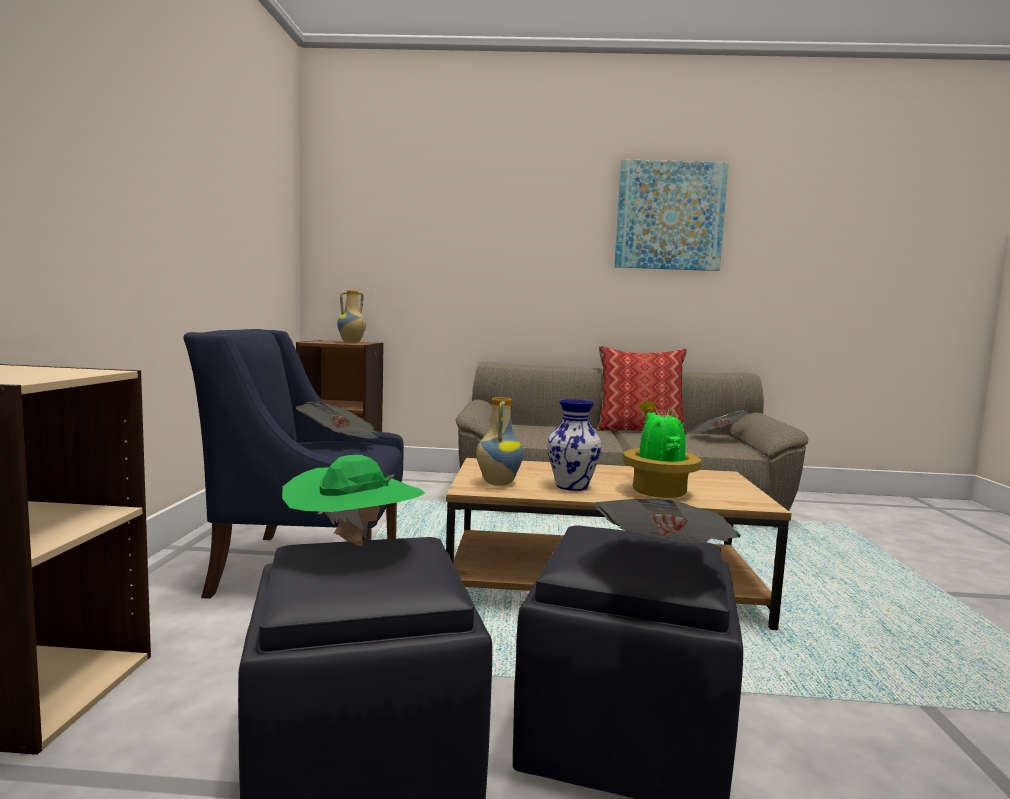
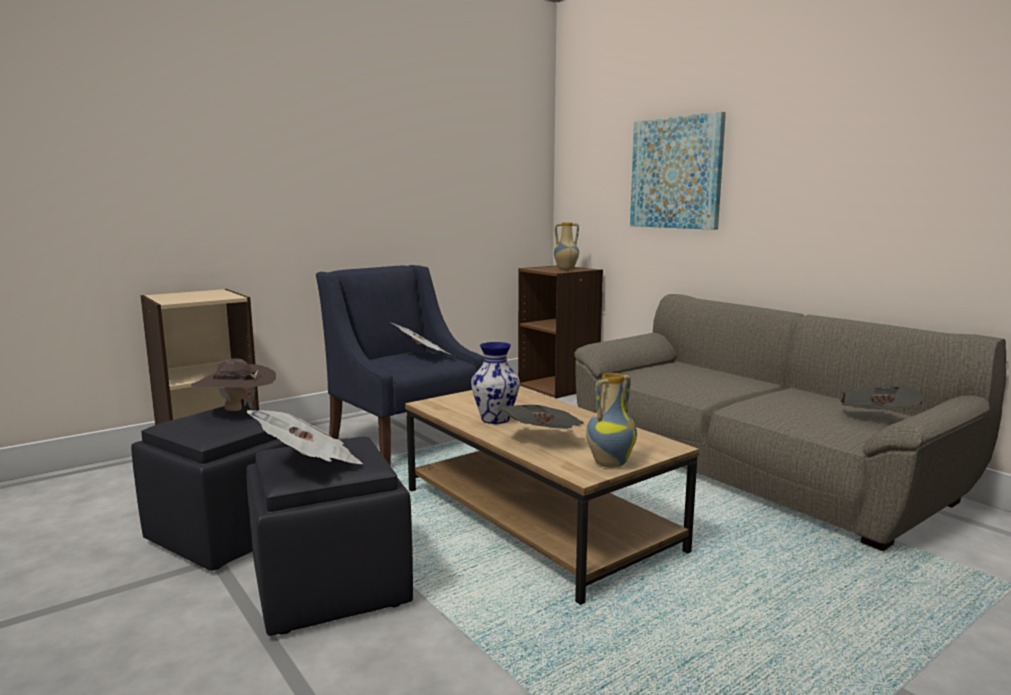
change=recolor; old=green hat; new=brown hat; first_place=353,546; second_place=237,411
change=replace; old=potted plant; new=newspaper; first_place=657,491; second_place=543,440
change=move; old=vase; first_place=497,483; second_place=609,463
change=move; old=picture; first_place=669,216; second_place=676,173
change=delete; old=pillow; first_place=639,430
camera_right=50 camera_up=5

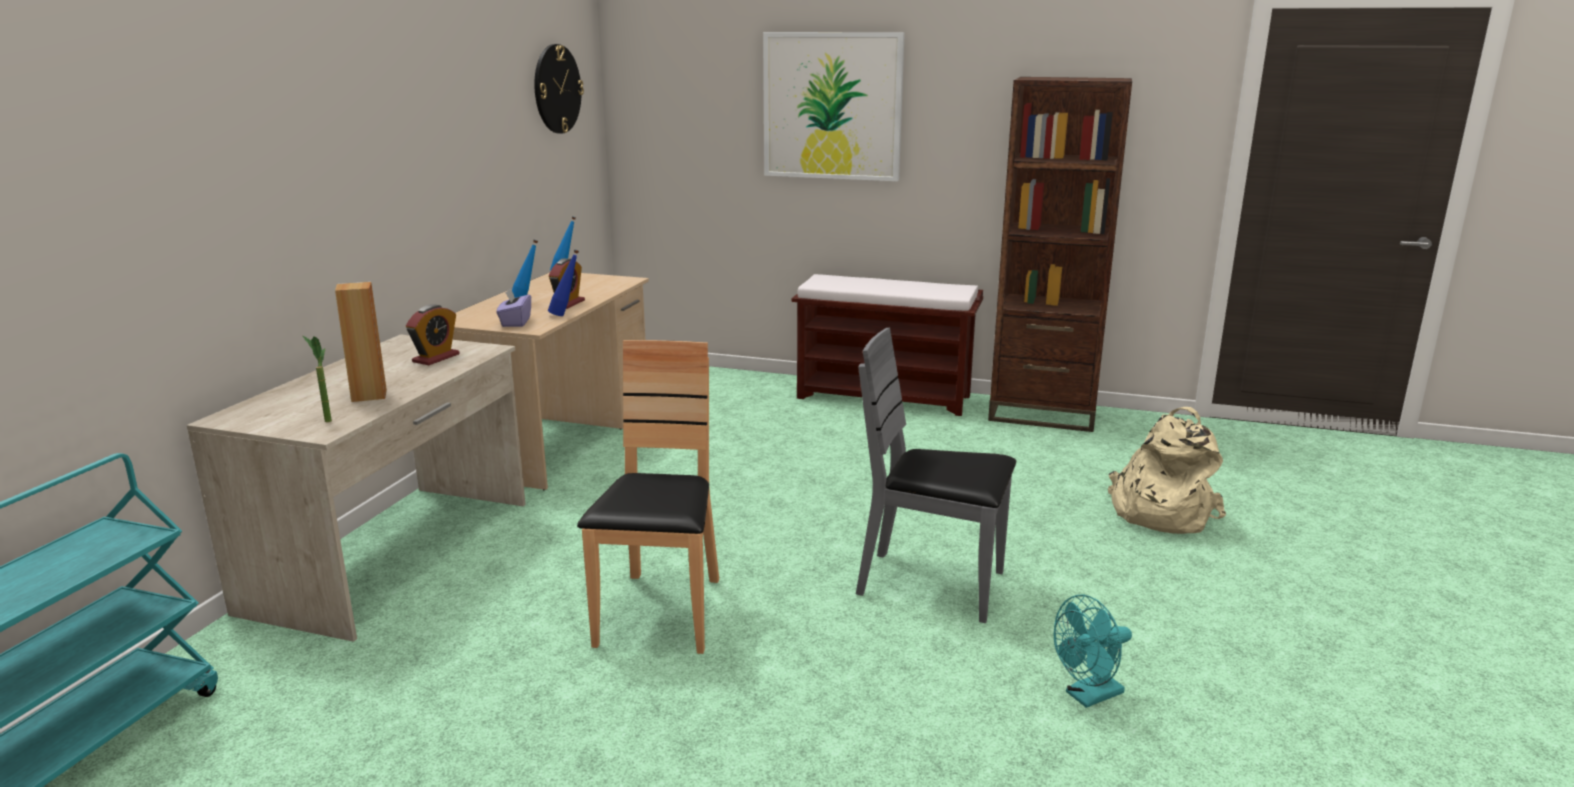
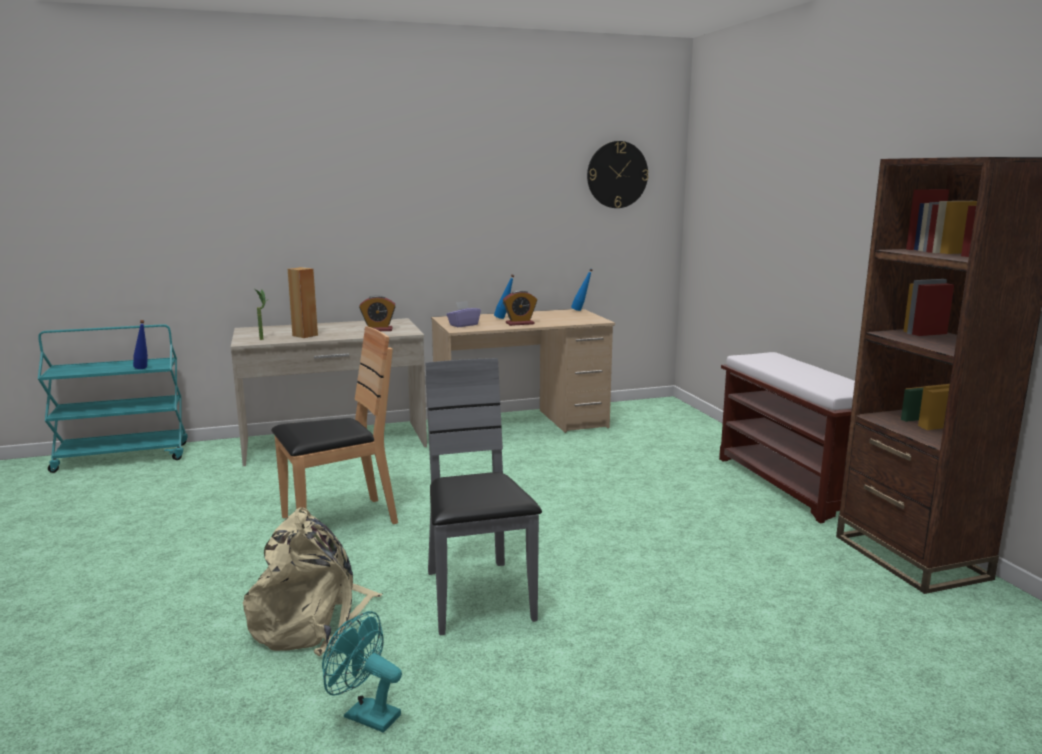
change=move; old=blue bottle; first_place=565,315; second_place=143,369
change=move; old=beige backpack; first_place=1159,512; second_place=312,621
change=delete; old=picture; first_place=832,106
camera_right=55 camera_up=-5

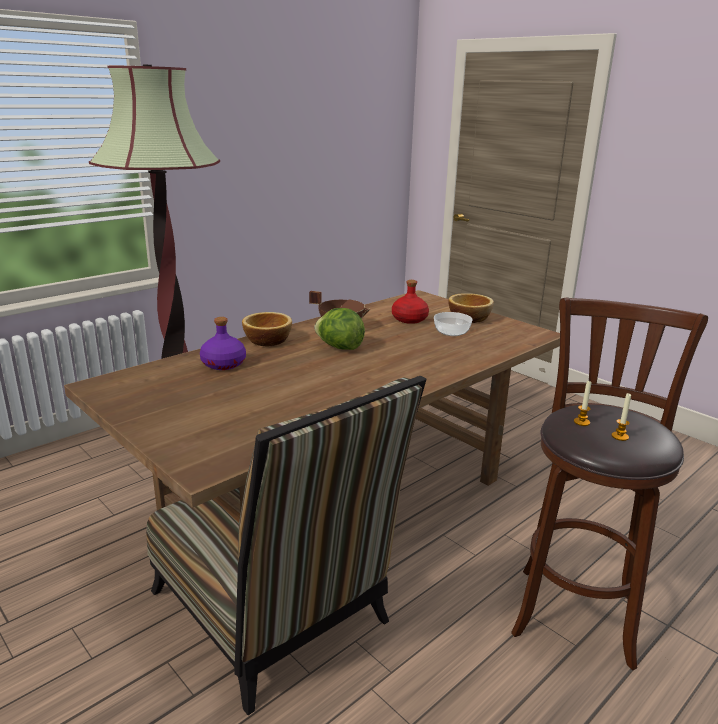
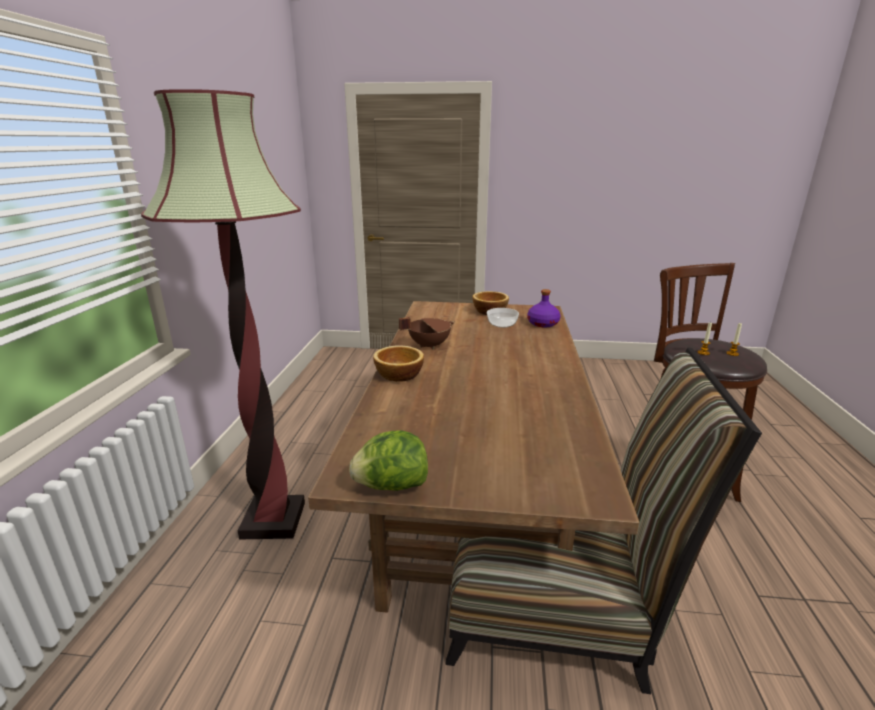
change=move; old=lettuce; first_place=339,347; second_place=391,486
change=move; old=purple bottle; first_place=224,364; second_place=543,323
change=delete; old=red bottle; first_place=410,319
camera_right=-40 camera_up=0

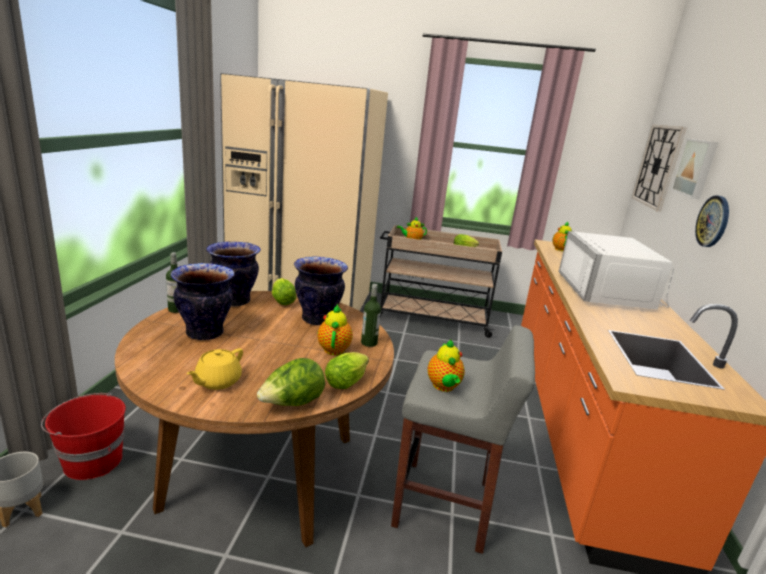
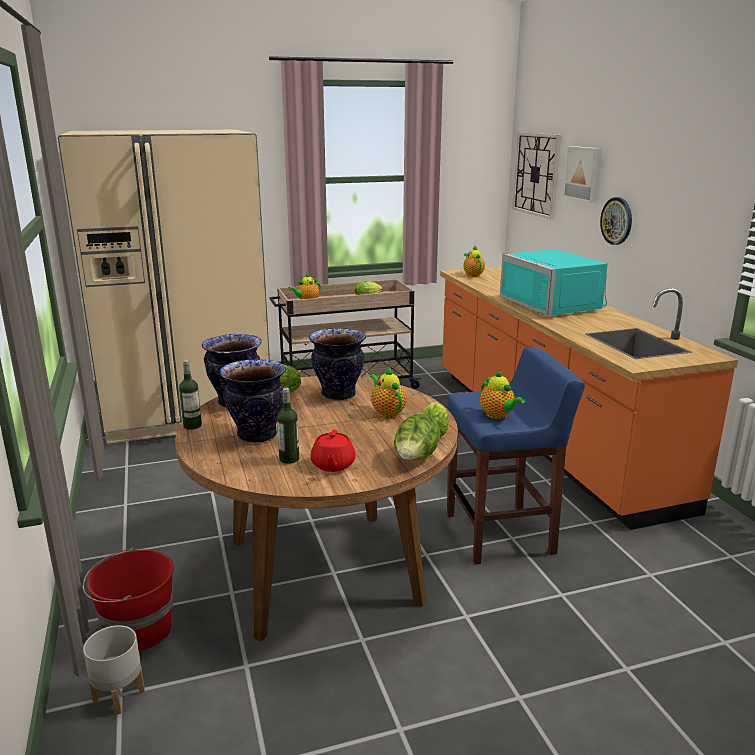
change=move; old=bottle; first_place=369,343; second_place=289,459
change=recolor; old=yellow teapot; new=red teapot; first_place=217,381; second_place=332,465
change=recolor; old=grey stool; new=blue stool; first_place=445,505; second_place=501,534
change=recolor; old=white microwave; new=turquoise microwave; first_place=610,293; second_place=555,304
camera_right=-25 camera_up=0

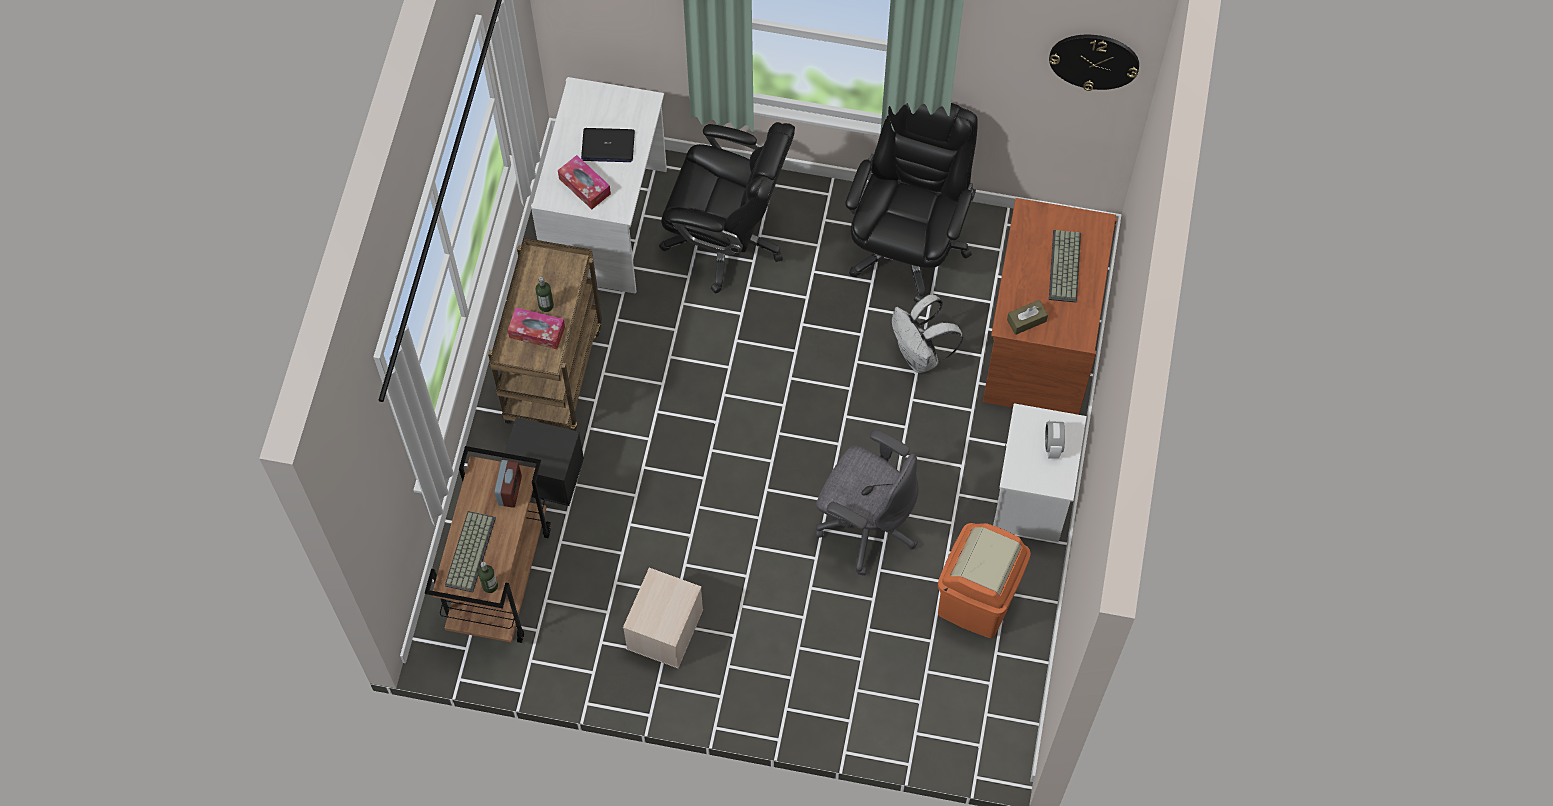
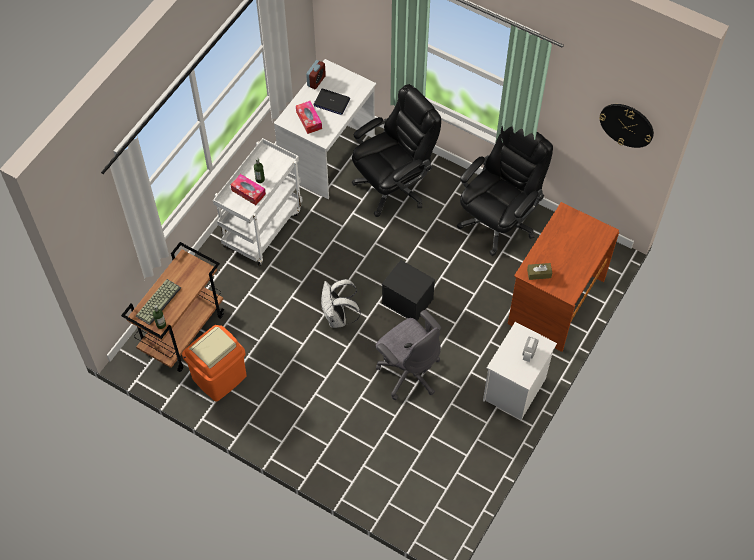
change=move; old=orange trash can; first_place=978,600; second_place=219,377
change=recolor; old=brown cart; new=white cart; first_place=552,371; second_place=262,227
change=move; old=alarm clock; first_place=510,490; second_place=316,81
change=move; old=white backpack; first_place=920,355; second_place=338,317
change=rotate; old=black office chair; first_place=727,238; second_place=393,185; degrees=-75
change=move; old=black storage box; first_place=546,474; second_place=408,301
change=delete; old=beige storage box; first_place=665,630
change=delete; old=keyboard; first_place=1066,267
camera_right=20 camera_up=-5

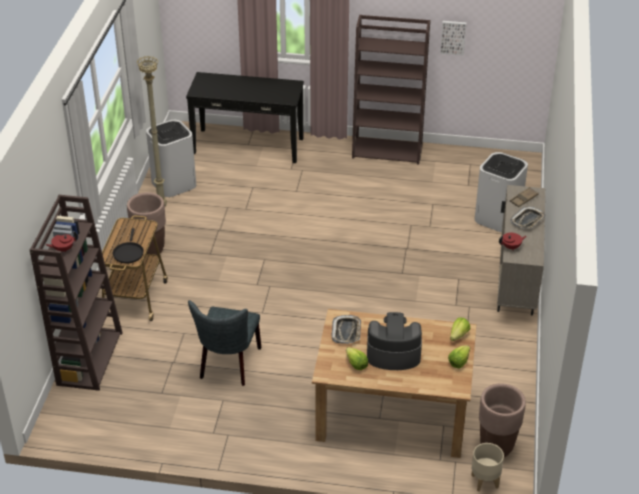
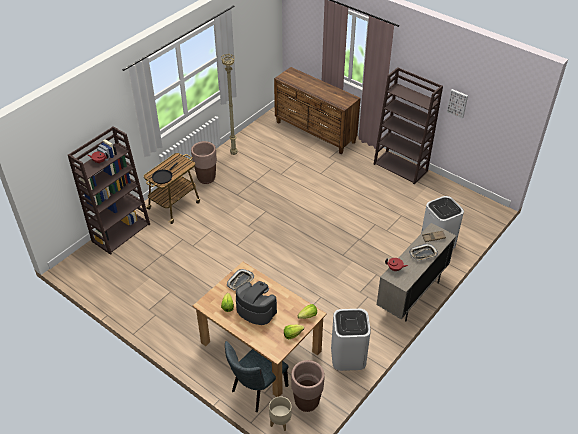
change=move; old=grey chair; first_place=228,366; second_place=256,390
change=replace; old=black console table; new=brown dresser; first_place=248,145; second_place=315,133
change=move; old=white trash can; first_place=174,184; second_place=348,356
camera_right=30 camera_up=5

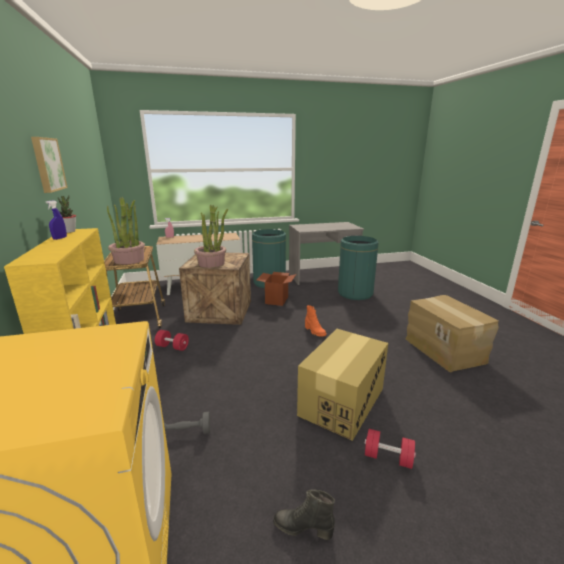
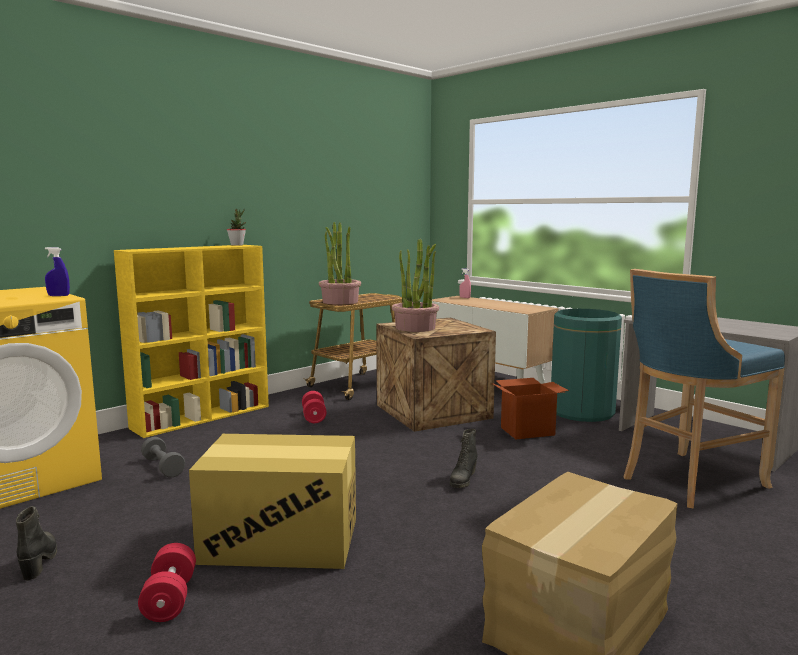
change=move; old=blue spray bottle; first_place=60,238; second_place=58,296
change=recolor; old=orange boot; new=black boot; first_place=314,332; second_place=463,480
change=replace; old=green trash can; new=blue stool; first_place=355,293; second_place=687,481
change=delete; old=picture; first_place=47,164
camera_right=60 camera_up=-10

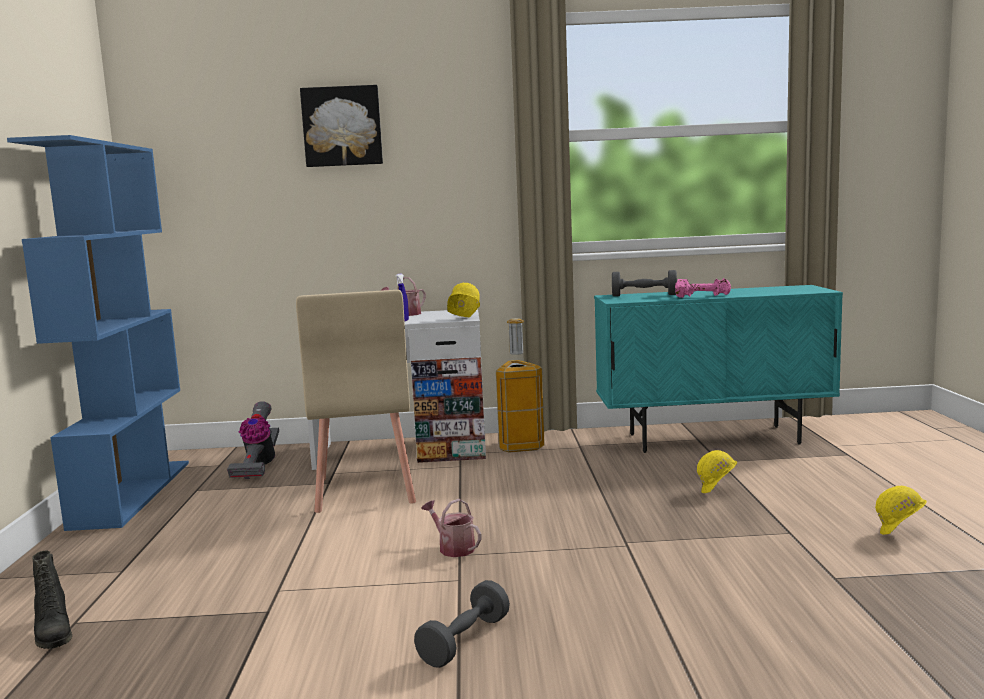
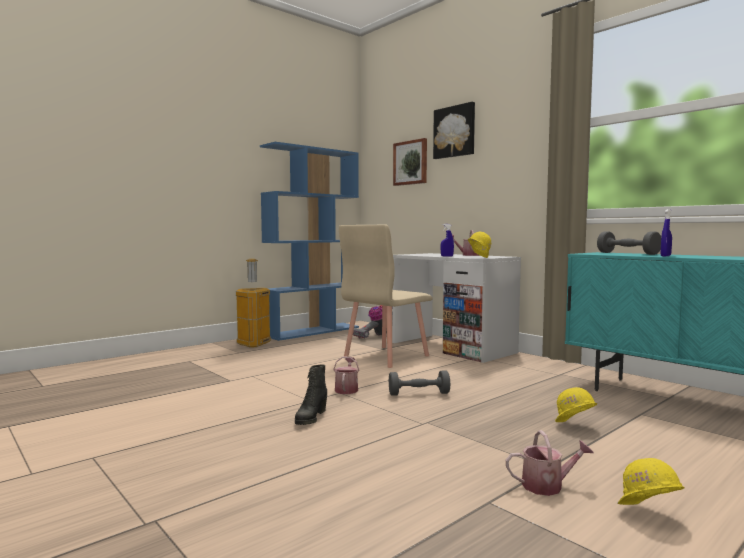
change=move; old=trash can; first_place=520,446; second_place=254,344
change=move; old=black boot; first_place=52,634; second_place=310,418
change=move; old=grey dumbbell; first_place=464,641; second_place=418,394
change=insert; new=picture; second_place=411,162
change=insert; new=watering can; second_place=547,485
change=replace; old=pink dumbbell; new=blue spray bottle; first_place=702,296; second_place=665,256
camera_right=50 camera_up=-5

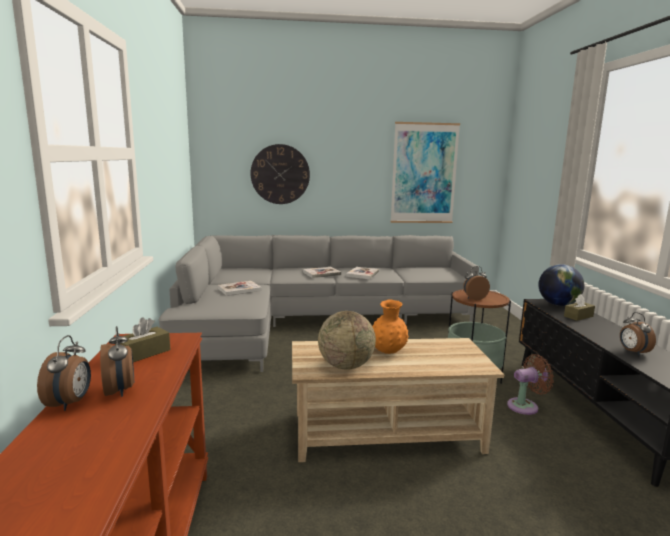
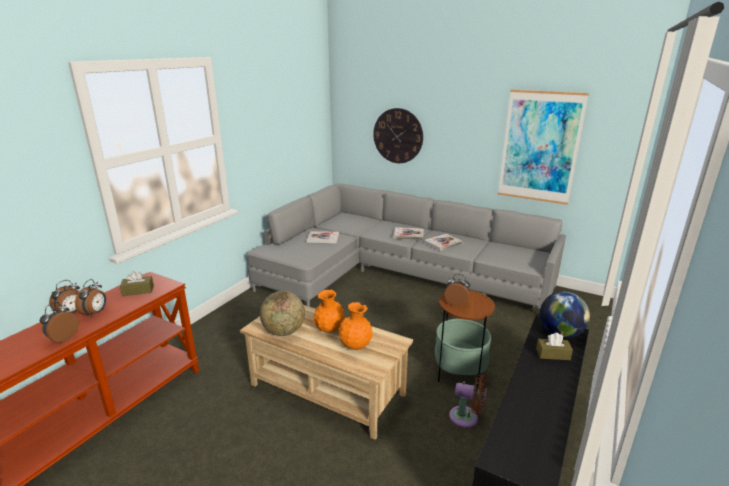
change=move; old=alarm clock; first_place=633,352; second_place=63,338
change=insert; new=orange vase; second_place=355,346
camera_right=35 camera_up=10

